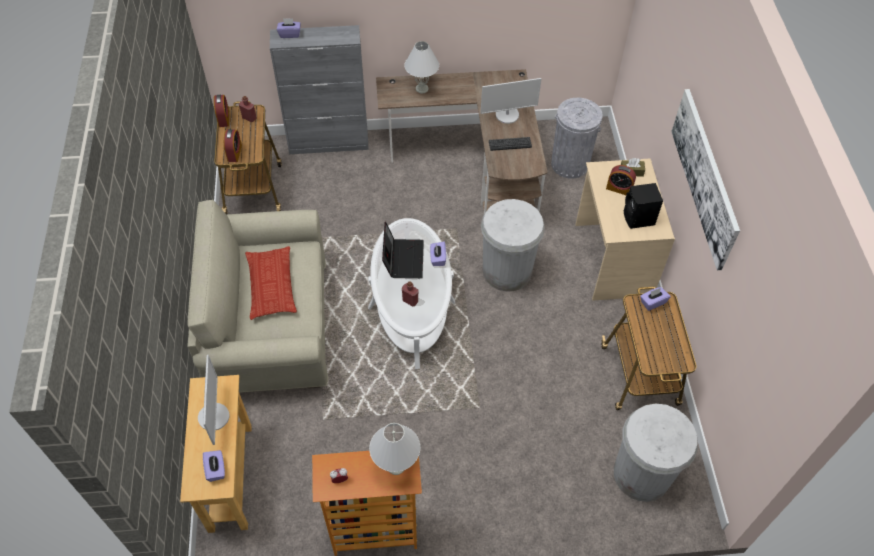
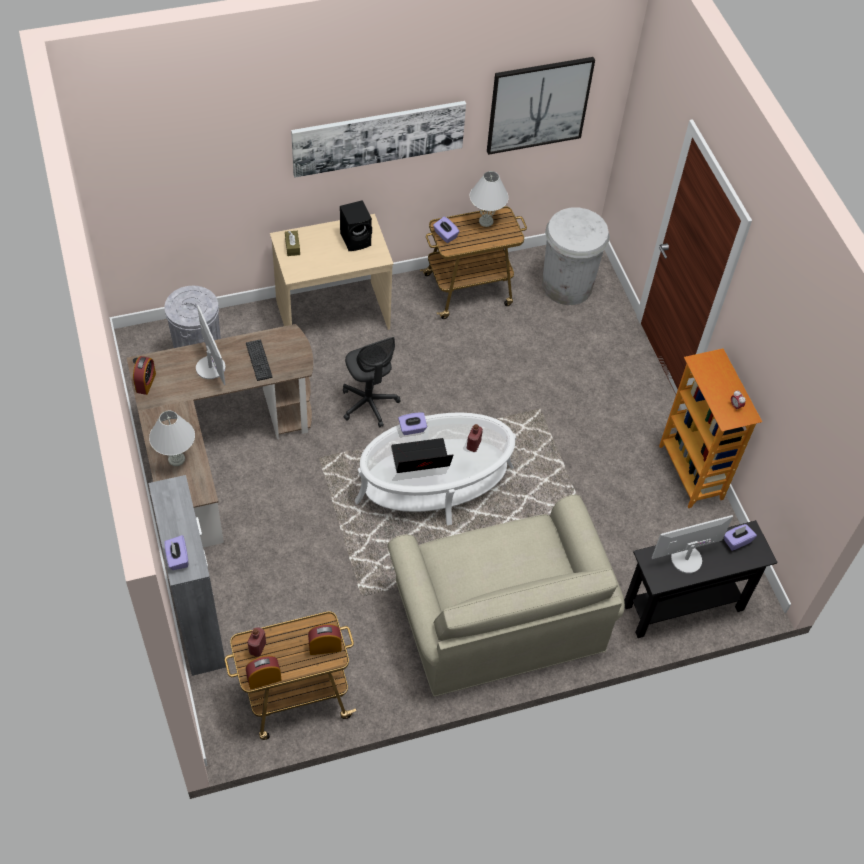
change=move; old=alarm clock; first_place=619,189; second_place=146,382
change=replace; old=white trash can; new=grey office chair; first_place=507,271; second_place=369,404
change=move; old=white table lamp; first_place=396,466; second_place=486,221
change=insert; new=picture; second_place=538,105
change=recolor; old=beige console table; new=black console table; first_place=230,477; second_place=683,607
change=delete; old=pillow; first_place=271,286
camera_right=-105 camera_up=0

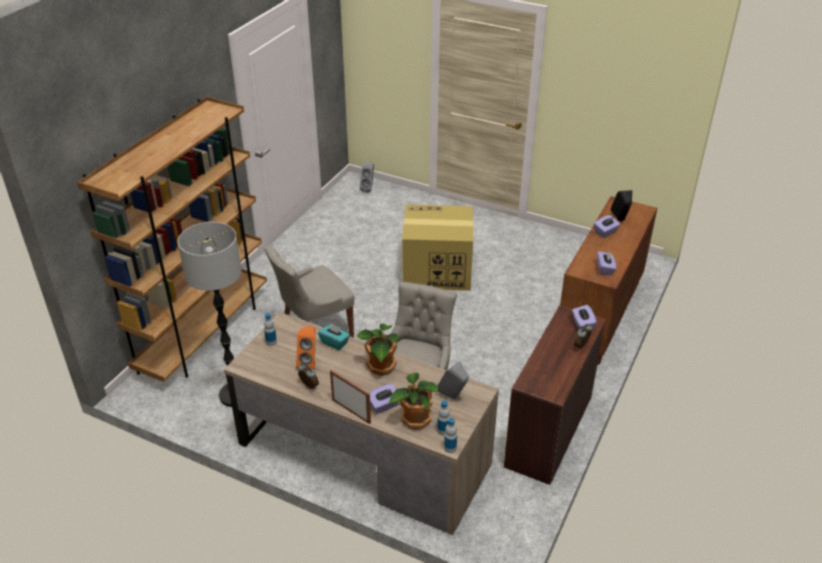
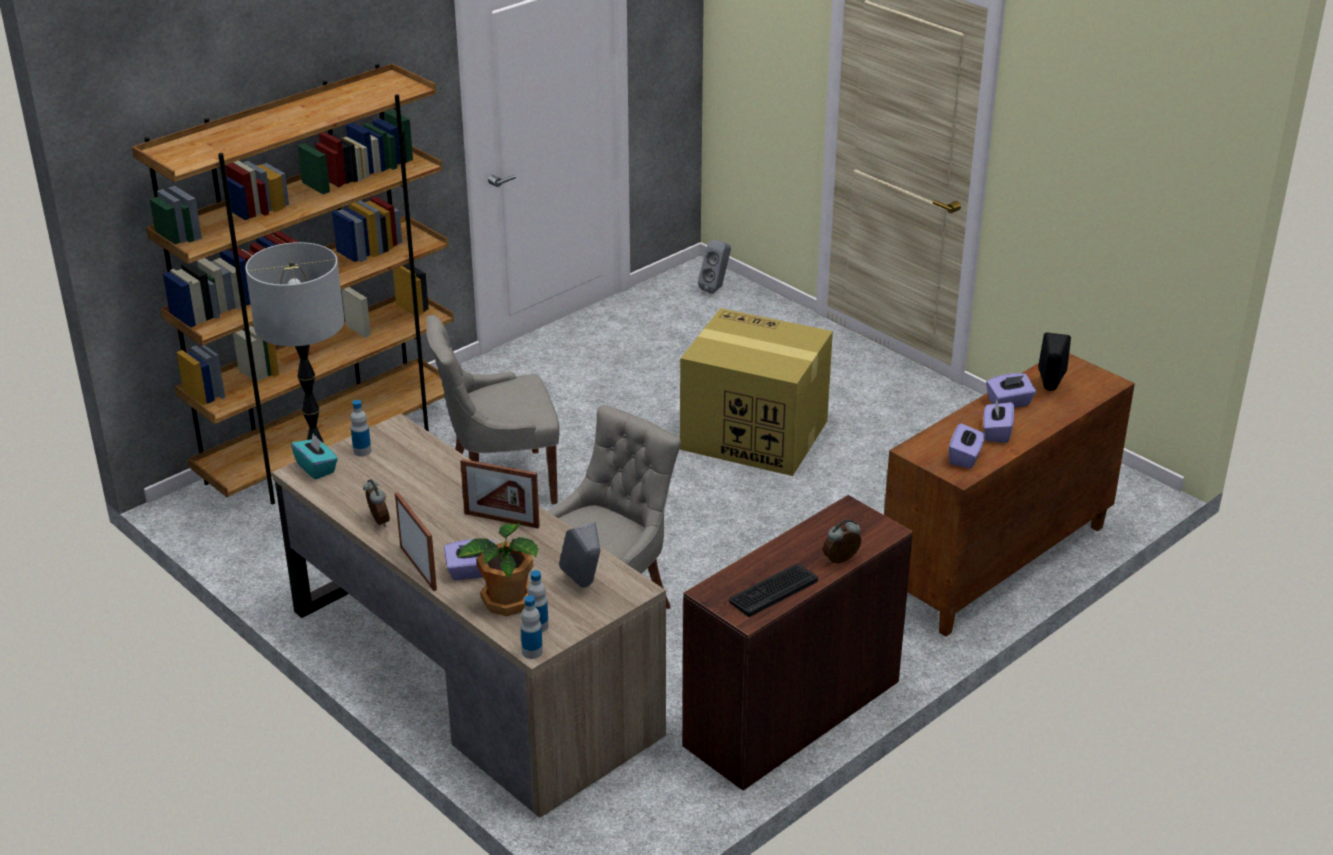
change=move; old=turquoise tissue box; first_place=334,342; second_place=316,468
change=replace; old=potted plant; new=picture frame; first_place=380,367; second_place=501,520
change=insert; new=keyboard; second_place=773,590
change=move; old=purple tissue box; first_place=582,325; second_place=996,432
change=delete; old=orange speaker; first_place=309,363
camera_right=20 camera_up=-5

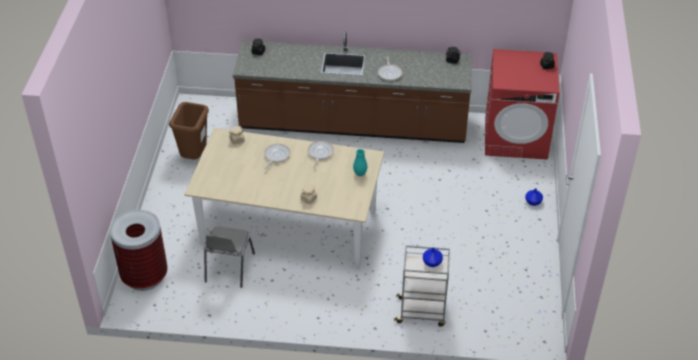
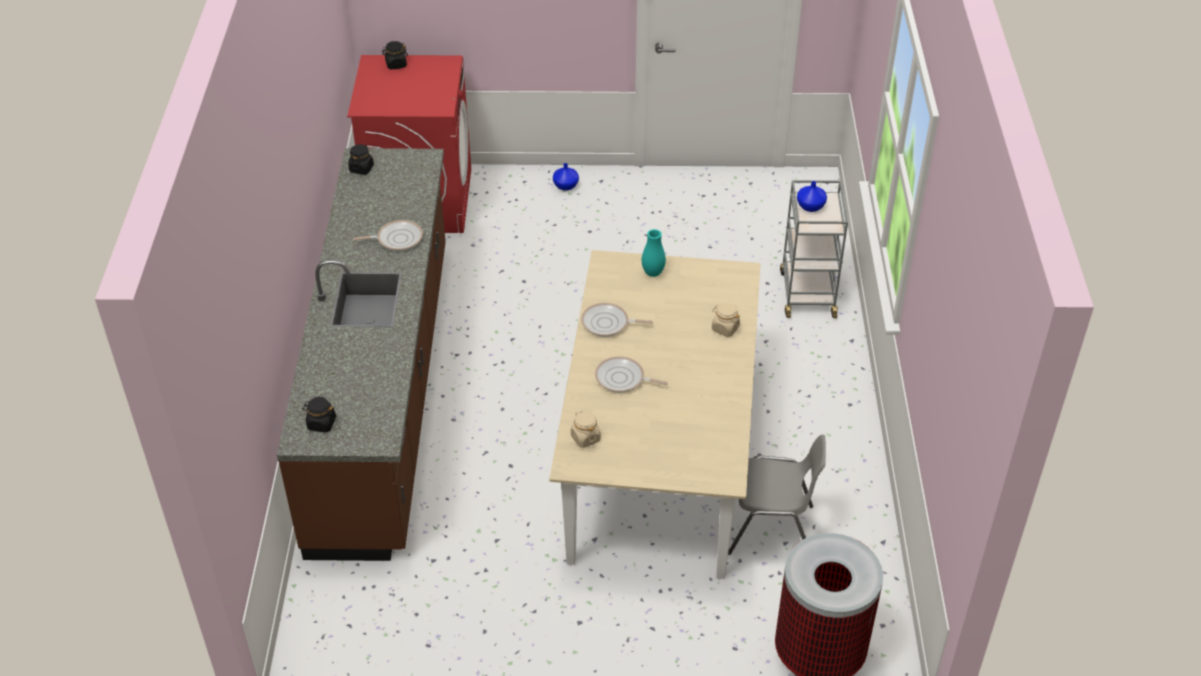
change=delete; old=brown trash can; first_place=194,157
camera_right=-95 camera_up=0

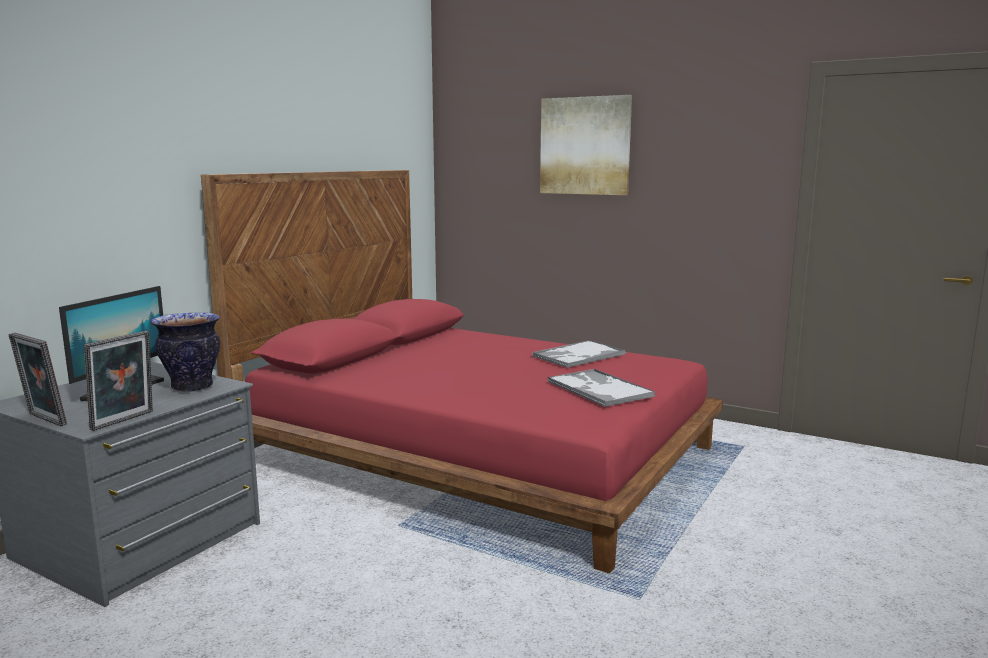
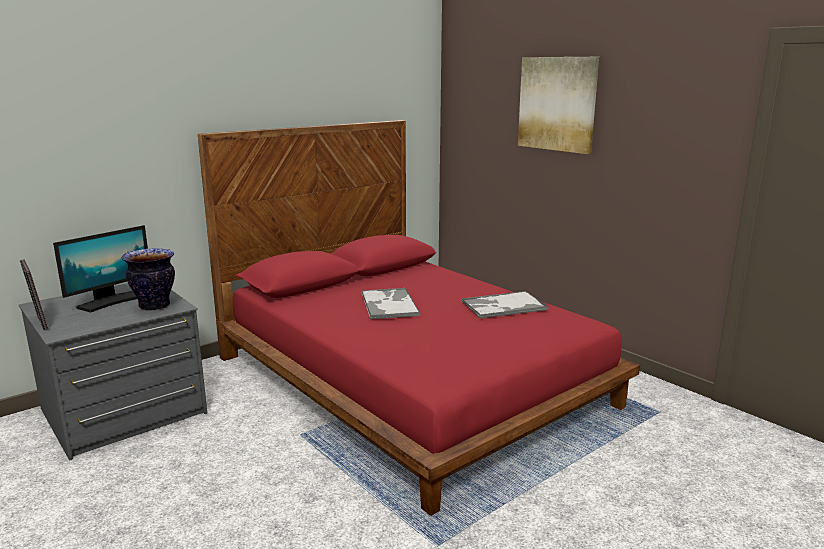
change=move; old=tray; first_place=598,388; second_place=389,304
change=delete; old=picture frame; first_place=125,421
camera_right=20 camera_up=5

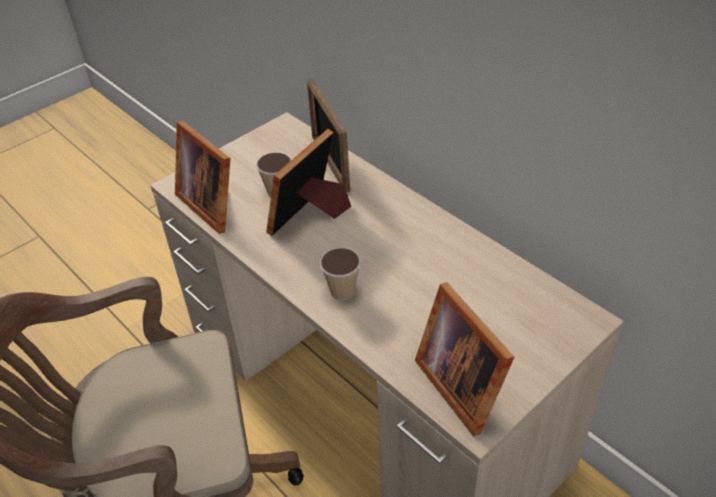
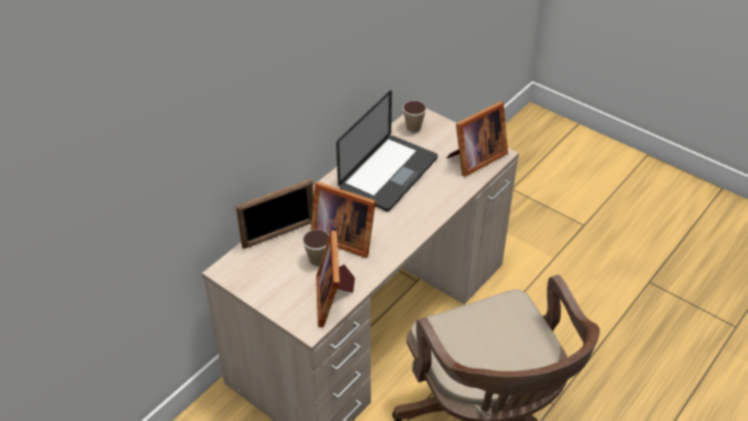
change=rotate; old=picture frame; first_place=212,203; second_place=334,298; degrees=135
change=insert; new=laptop; second_place=388,174
change=move; old=cup; first_place=342,292; second_place=413,128
camera_right=-100 camera_up=0

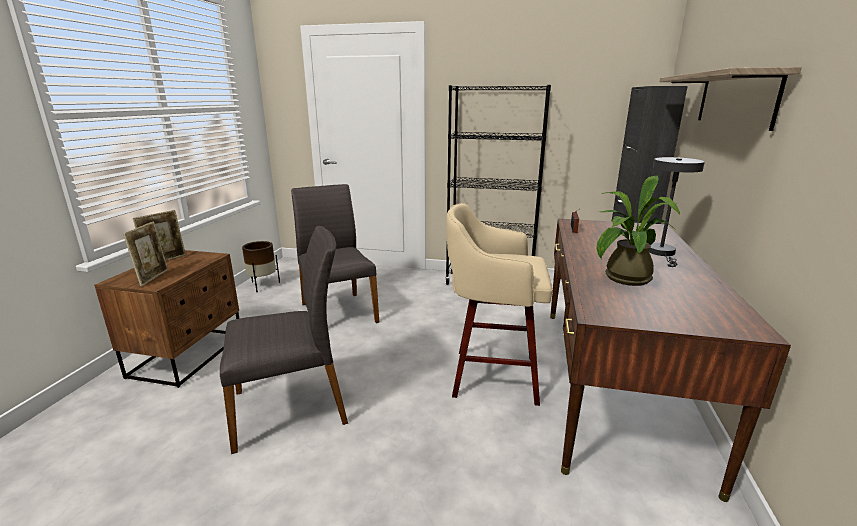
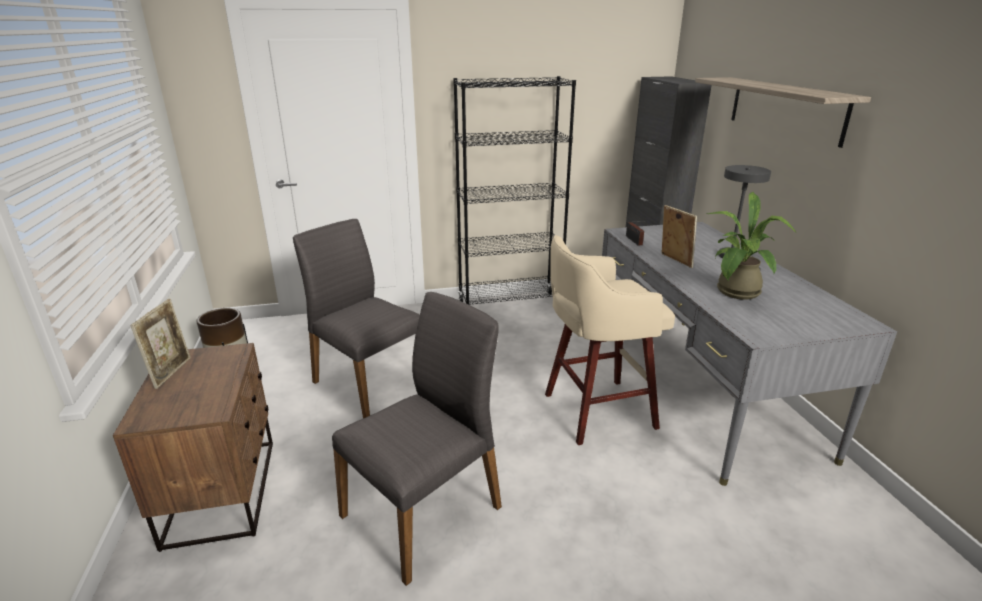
change=recolor; old=brown desk; new=grey desk; first_place=613,382; second_place=699,386
change=move; old=picture frame; first_place=153,277; second_place=674,261
camera_right=-25 camera_up=5

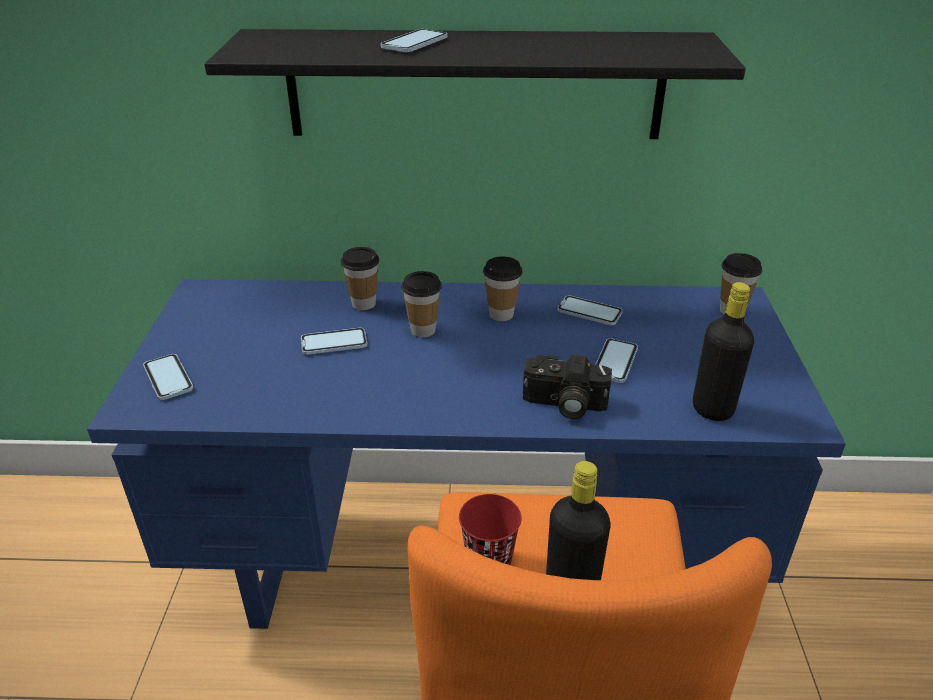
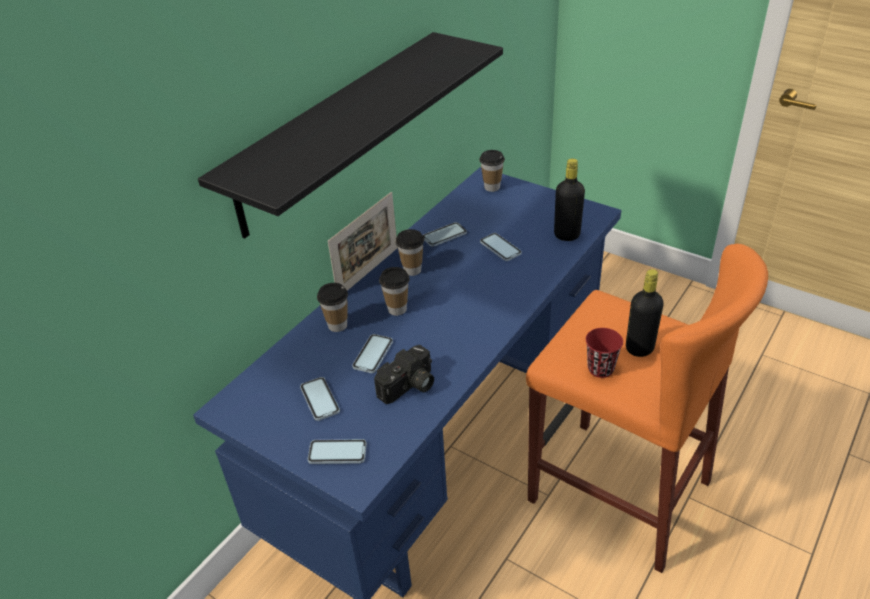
change=move; old=phone; first_place=414,43; second_place=320,400
change=insert; new=picture frame; second_place=368,272
change=move; old=photo camera; first_place=564,405; second_place=409,387
camera_right=-55 camera_up=5

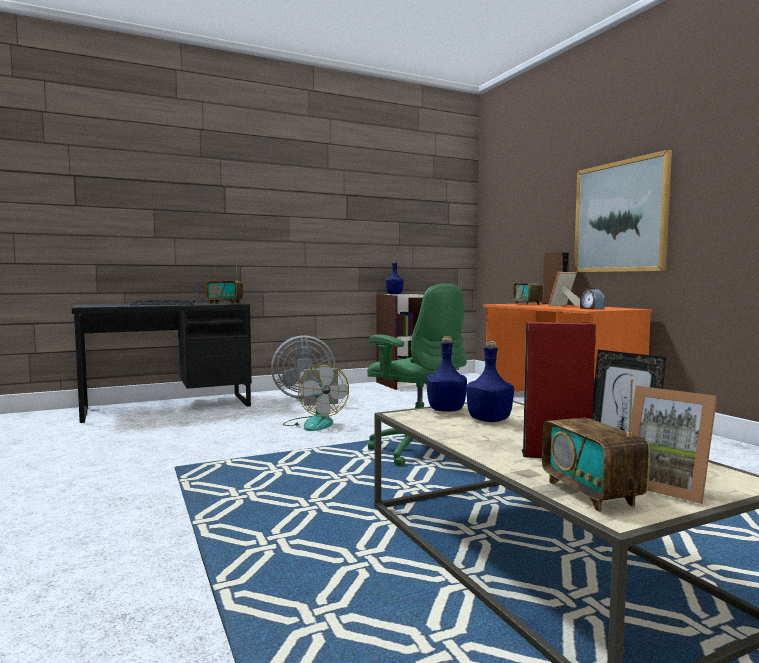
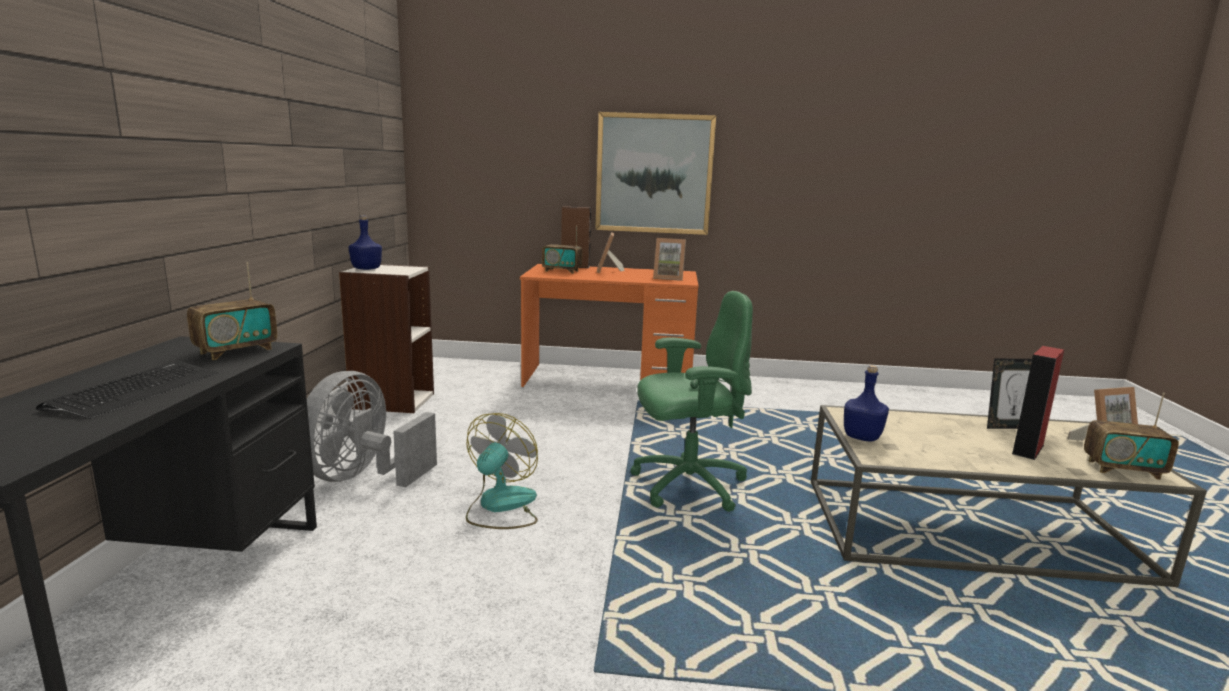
change=rotate; old=fan; first_place=314,423; second_place=500,507; degrees=-75
change=replace; old=alarm clock; new=picture frame; first_place=591,308; second_place=668,278
change=delete; old=blue bottle; first_place=488,420
camera_right=-60 camera_up=10

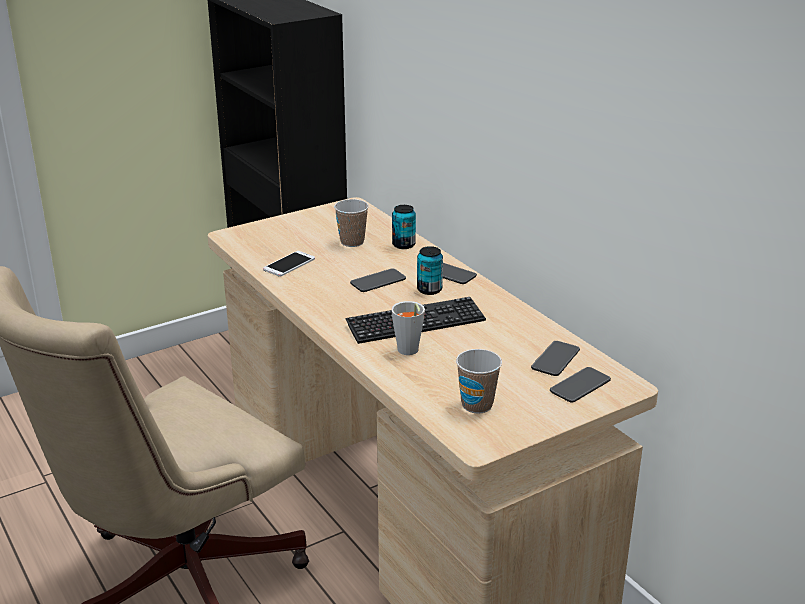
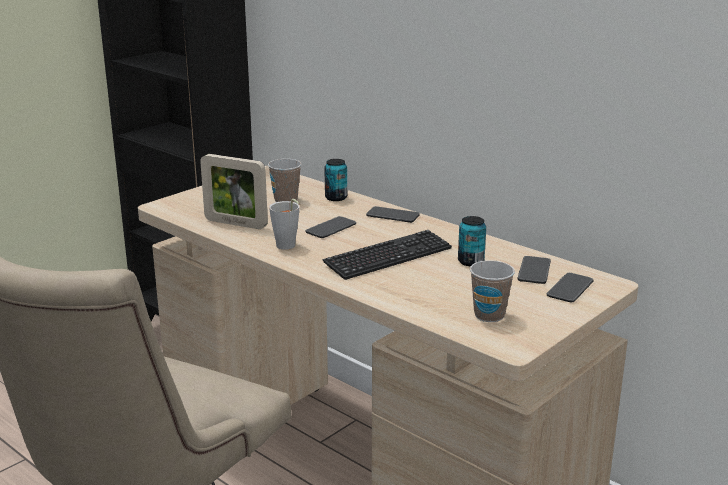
change=replace; old=phone; new=picture frame; first_place=289,264; second_place=236,223
change=move; old=grey cup; first_place=408,352; second_place=287,247
change=move; old=can; first_place=429,290; second_place=470,261
camera_right=-15 camera_up=-5

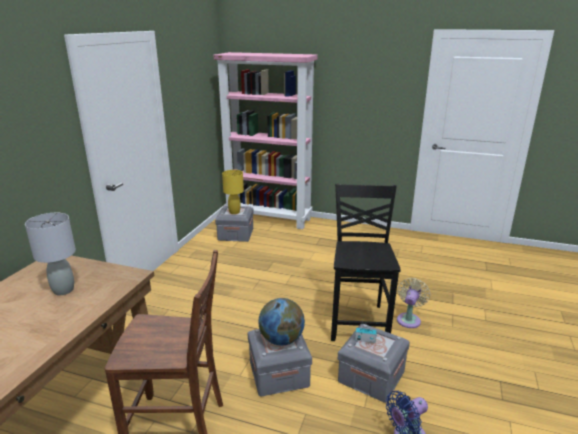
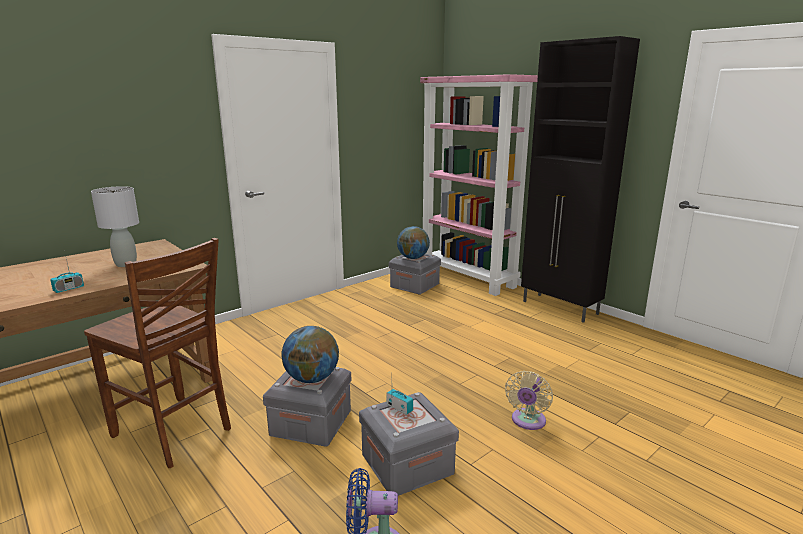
change=insert; new=radio; second_place=68,289
change=replace; old=yellow table lamp; new=globe; first_place=234,212; second_place=413,258
change=rotate; old=beige fan; first_place=409,319; second_place=527,421; degrees=150
change=insert; new=black cabinet; second_place=560,308
change=delete; old=black chair; first_place=359,321
camera_right=30 camera_up=-5

